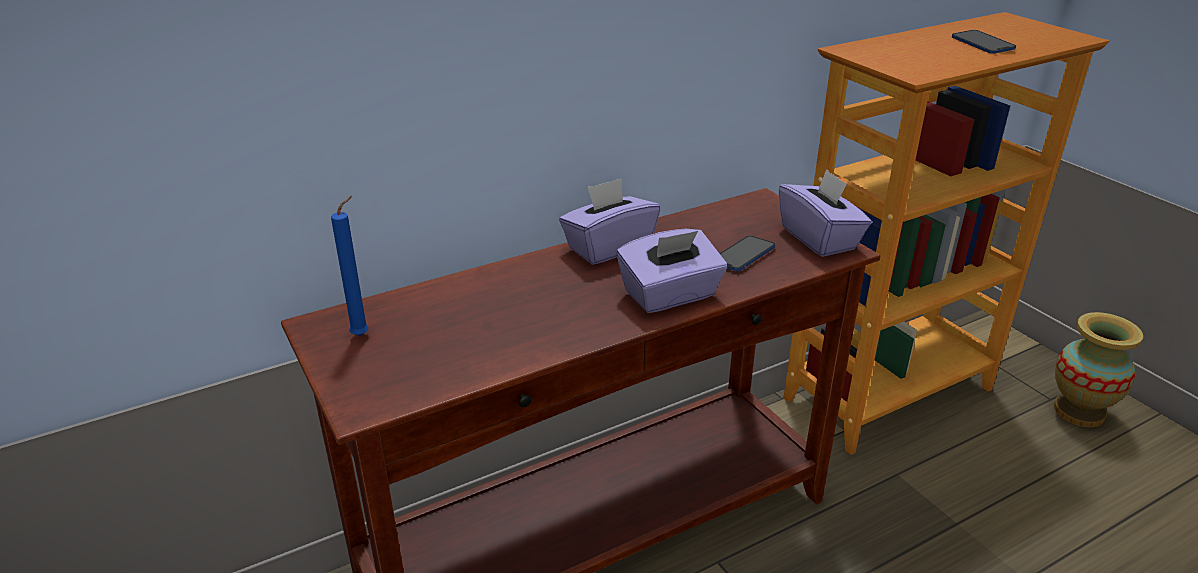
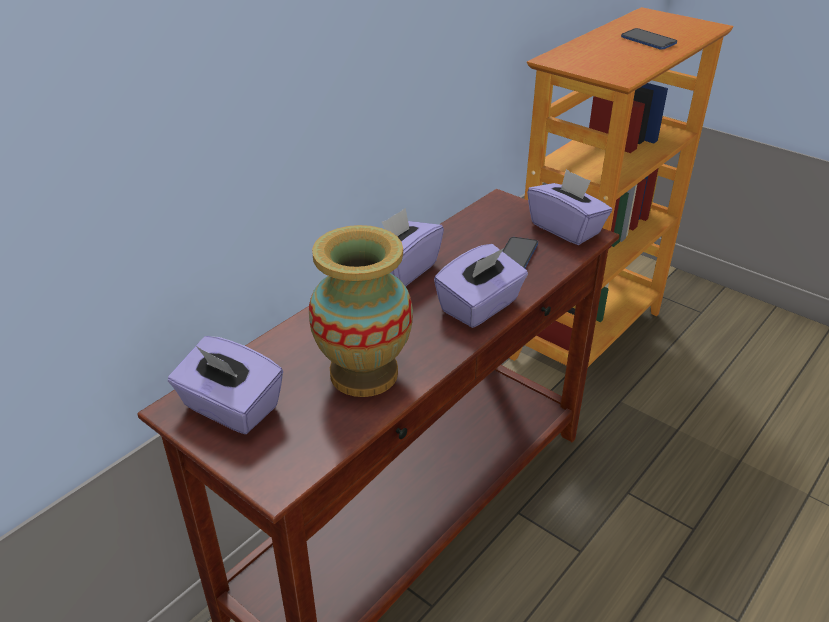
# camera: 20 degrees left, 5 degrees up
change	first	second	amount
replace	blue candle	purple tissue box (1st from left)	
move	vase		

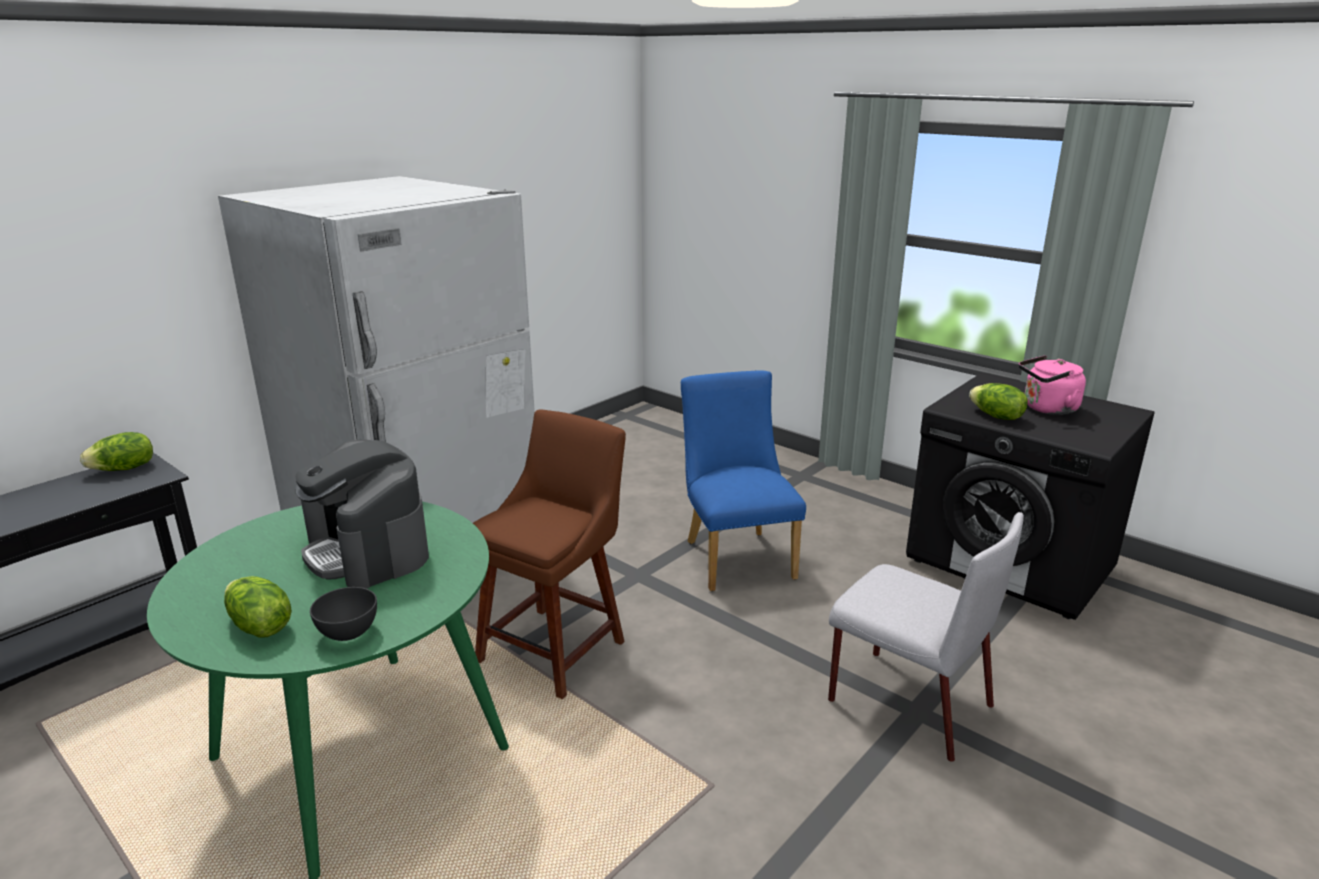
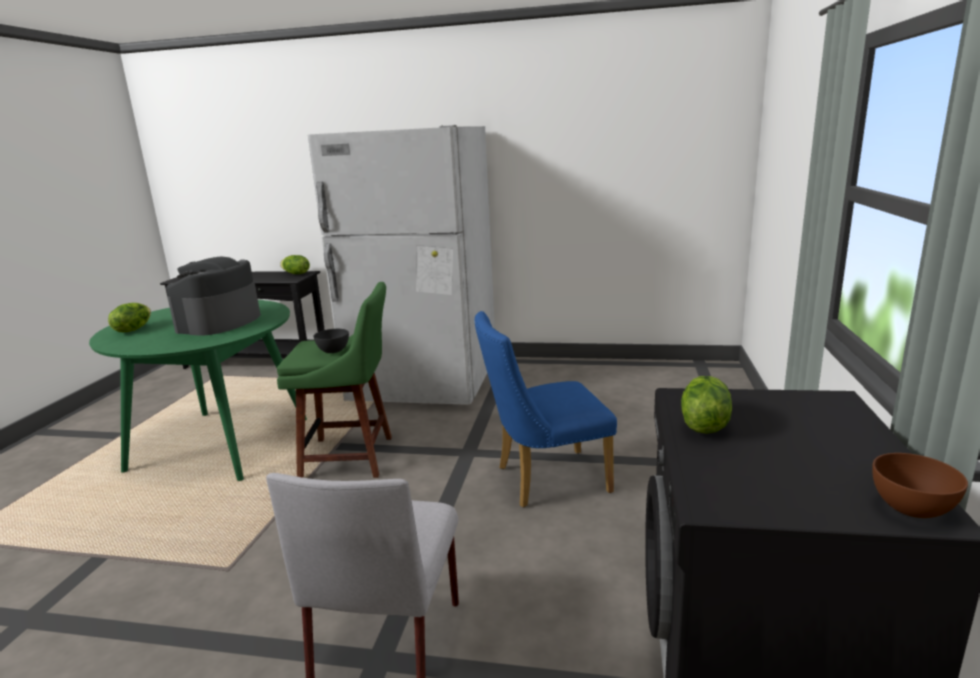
# camera: 60 degrees right, 5 degrees down
change	first	second	amount
recolor	brown stool	green stool	
move	grey bowl		
rotate	blue chair		150 degrees counterclockwise
insert		brown bowl	
delete	pink kettle		

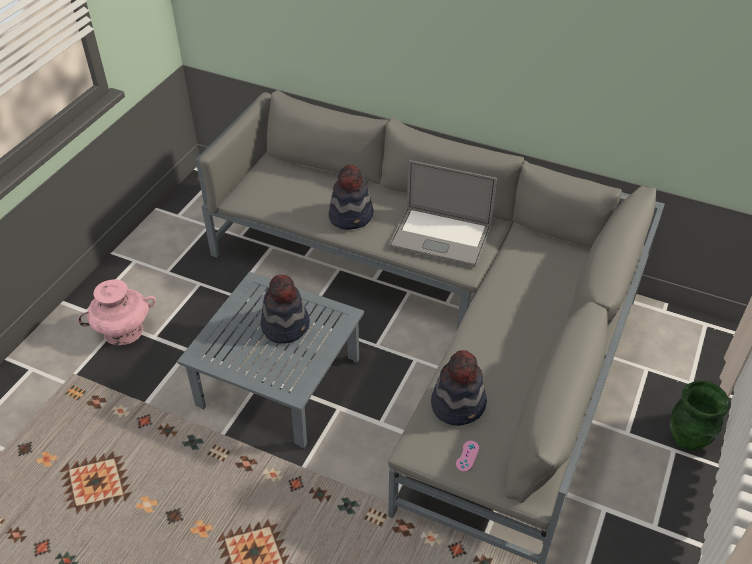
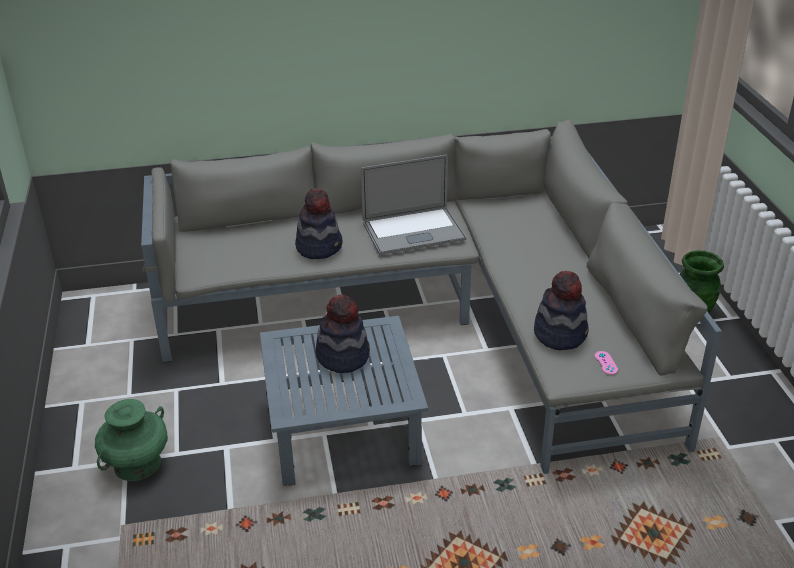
# camera: 35 degrees left, 10 degrees down
change	first	second	amount
recolor	pink vase	green vase (1st from left)	

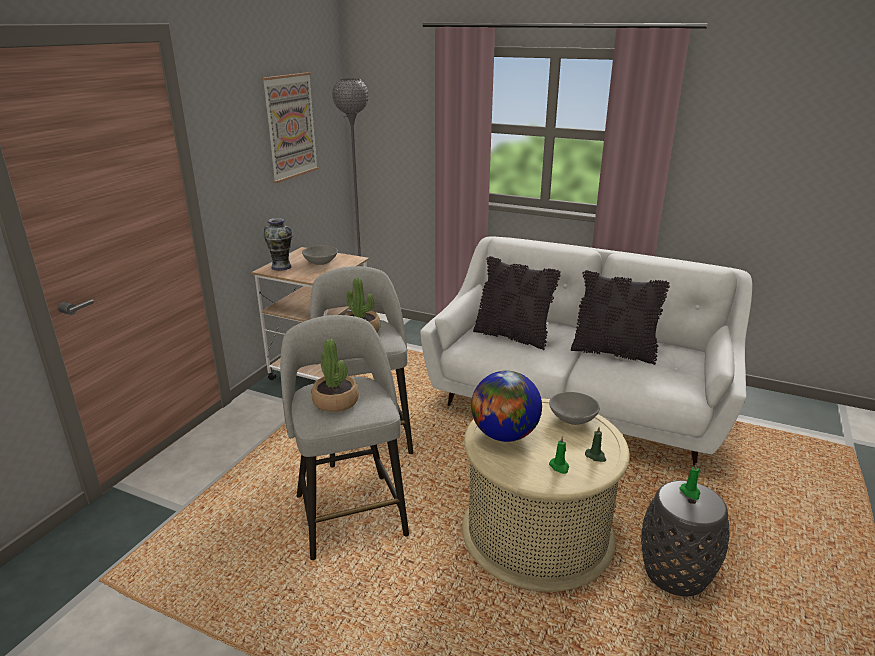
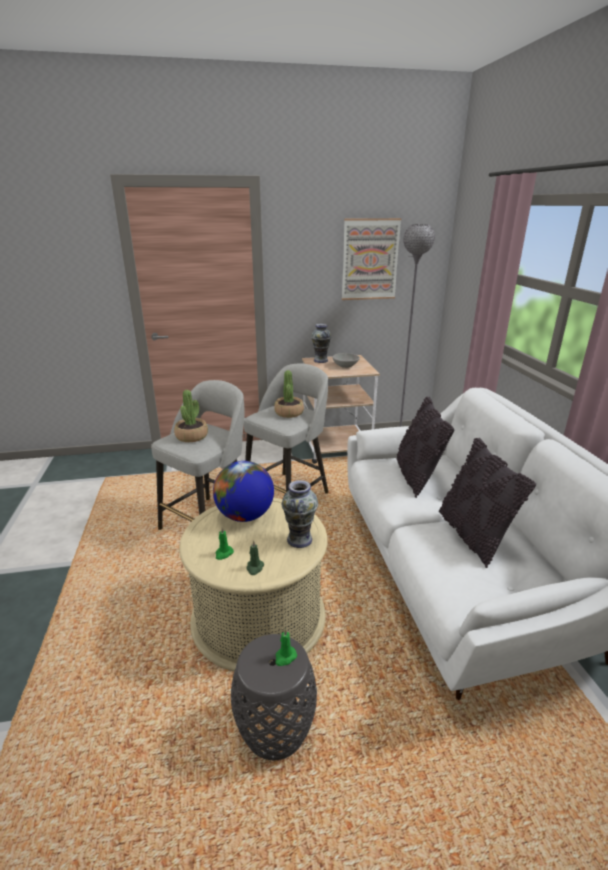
# camera: 55 degrees right, 0 degrees up
change	first	second	amount
replace	grey bowl (2nd from left)	vase (1st from left)	

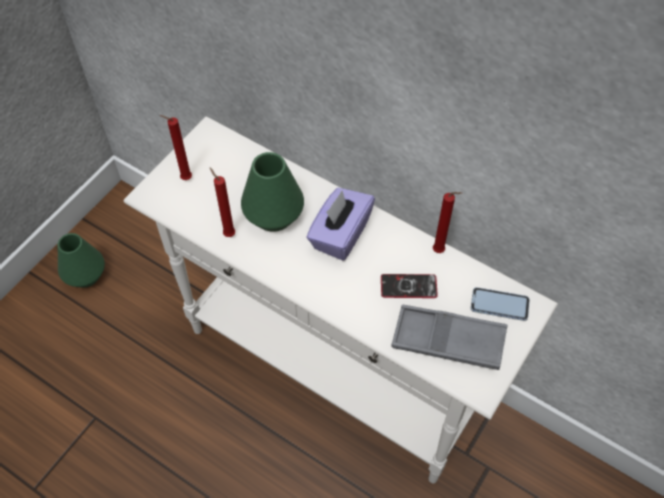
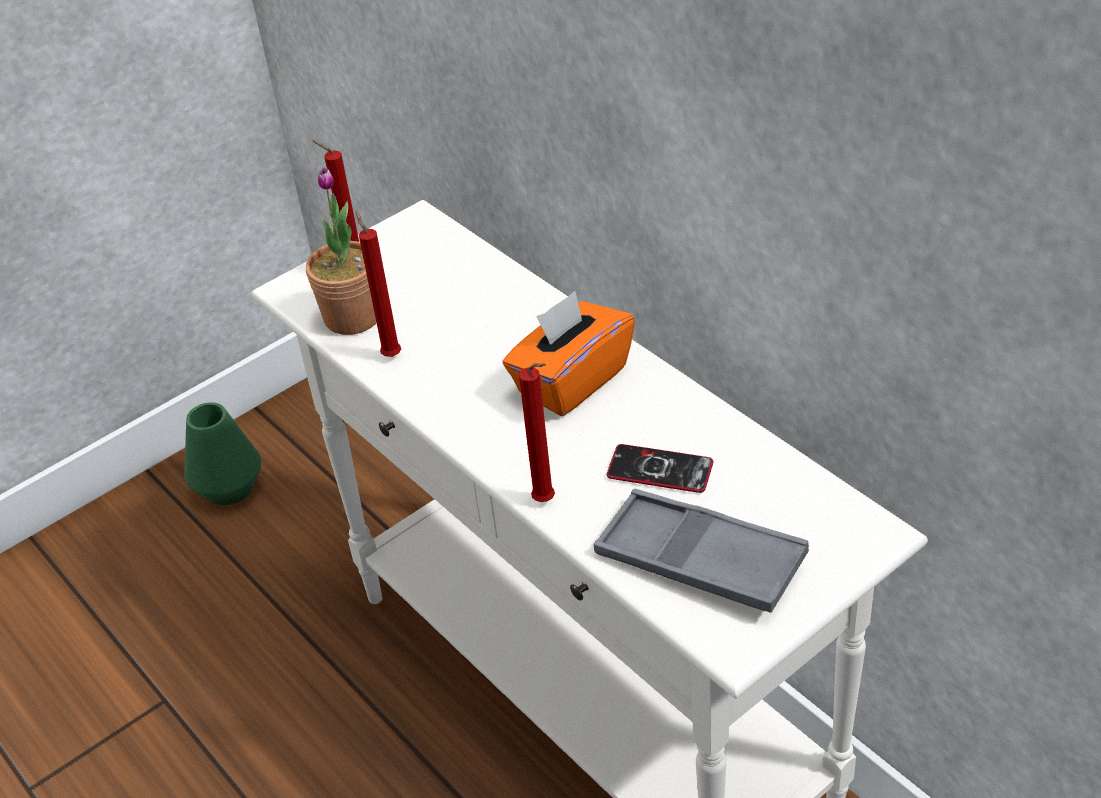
# camera: 20 degrees right, 15 degrees down
change	first	second	amount
insert		potted plant	
recolor	purple tissue box	orange tissue box	
move	red candle (3rd from left)		
delete	green vase (2nd from left)		
delete	phone (2nd from left)		

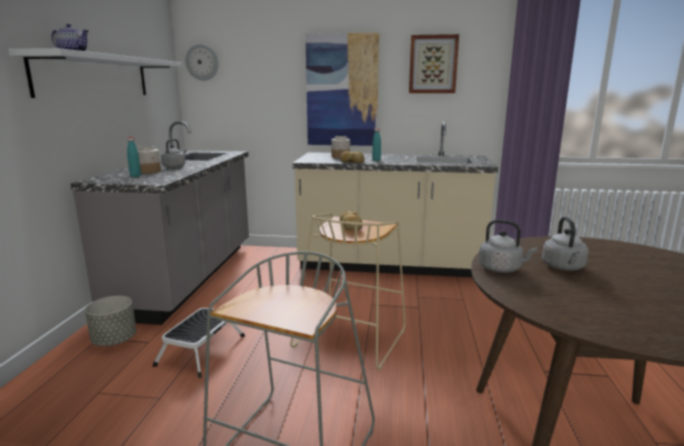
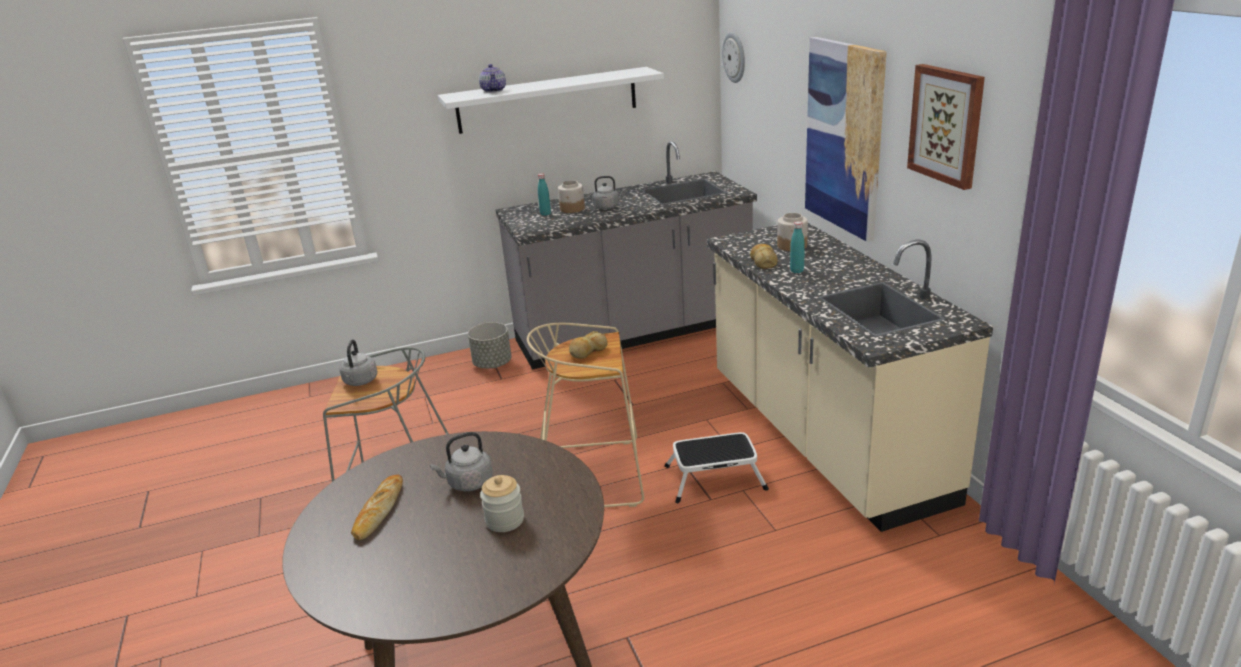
# camera: 65 degrees right, 10 degrees up
change	first	second	amount
move	grey kettle (2nd from left in the first image)	grey kettle (1st from left)	
insert		bread (1st from left)	
insert		jar (1st from left)	
move	black step ladder		

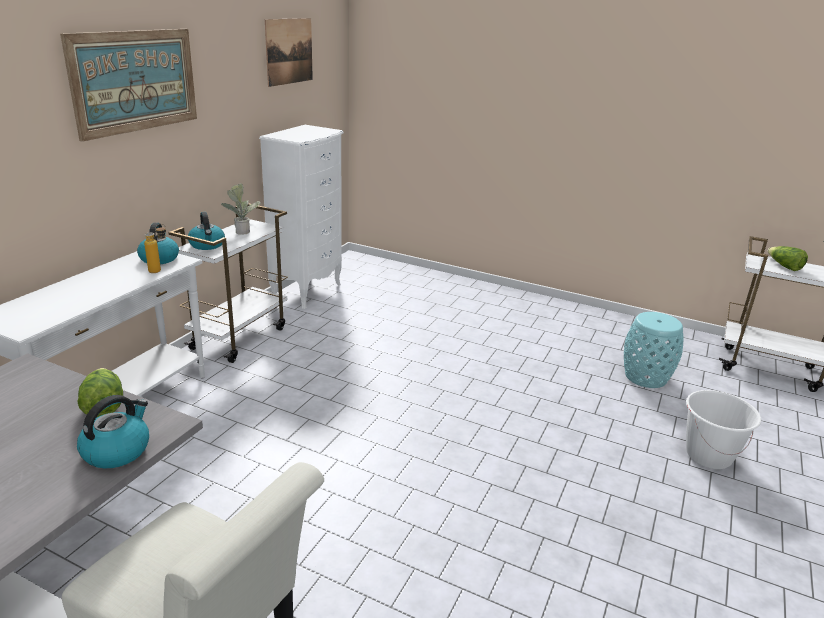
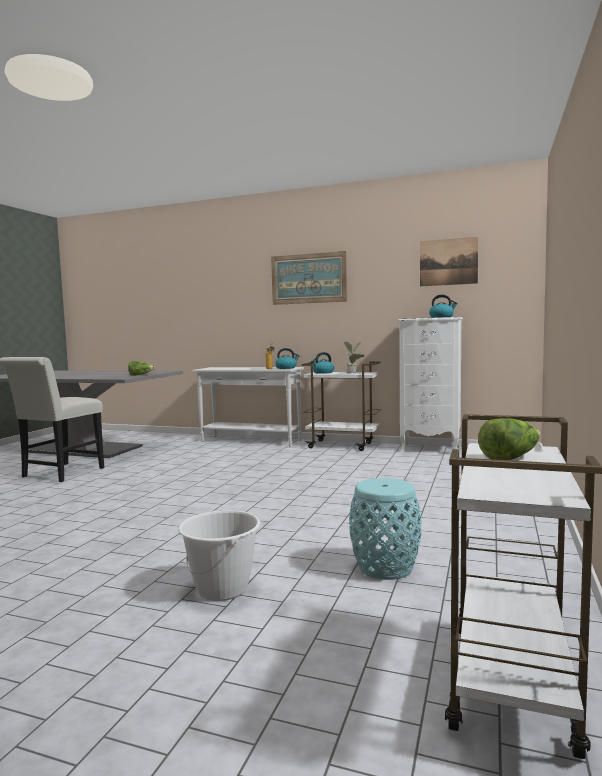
# camera: 85 degrees right, 20 degrees down
change	first	second	amount
move	kettle (1st from left in the first image)	kettle (3rd from left)	

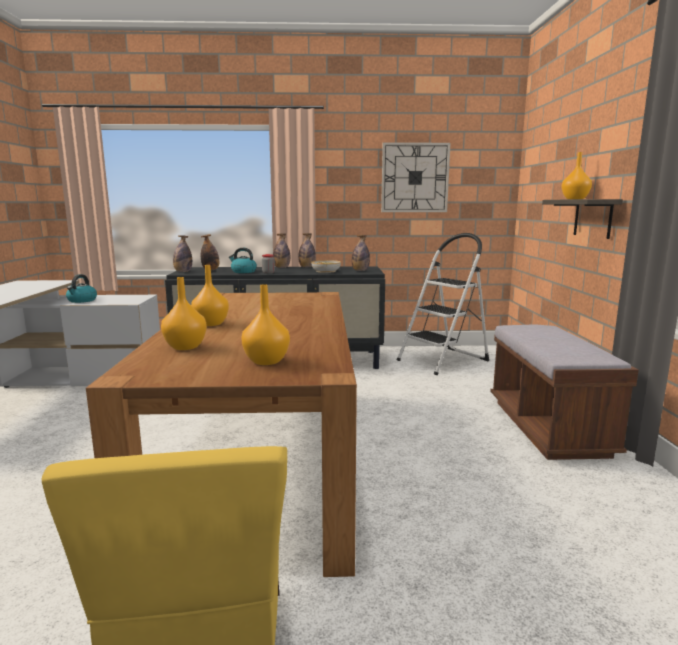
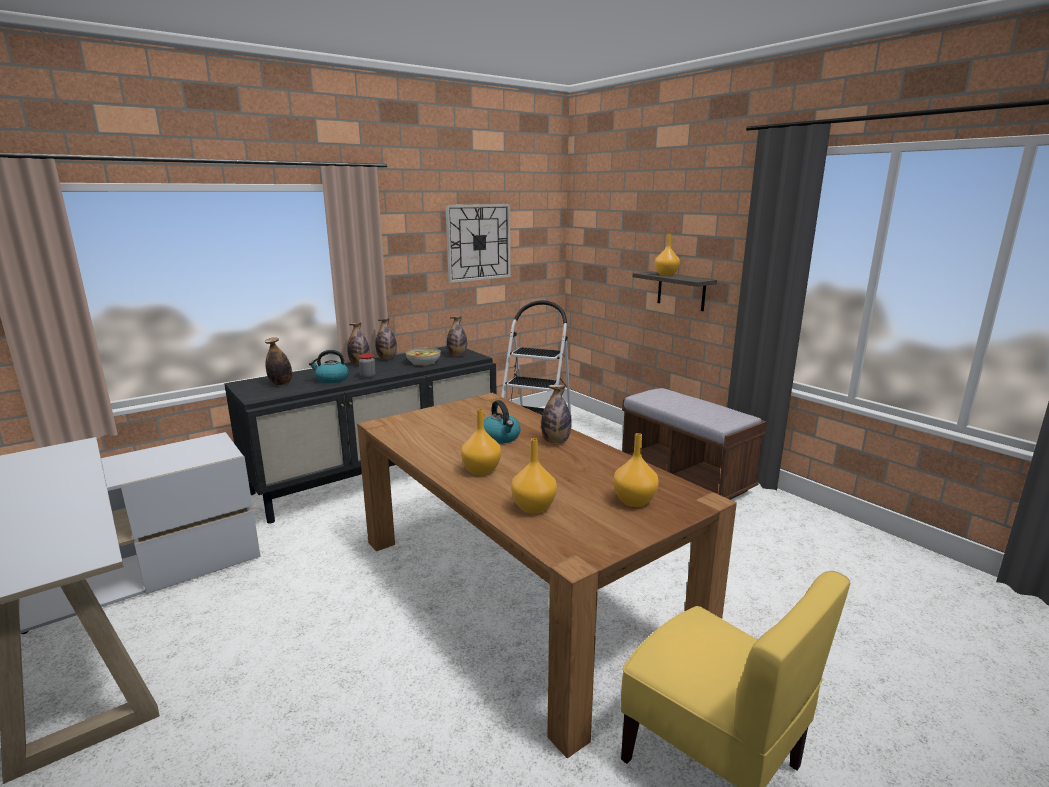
# camera: 35 degrees left, 5 degrees up
change	first	second	amount
move	kettle (1st from left in the first image)	kettle (2nd from left)	
move	bottle (1st from left in the first image)	bottle (5th from left)	

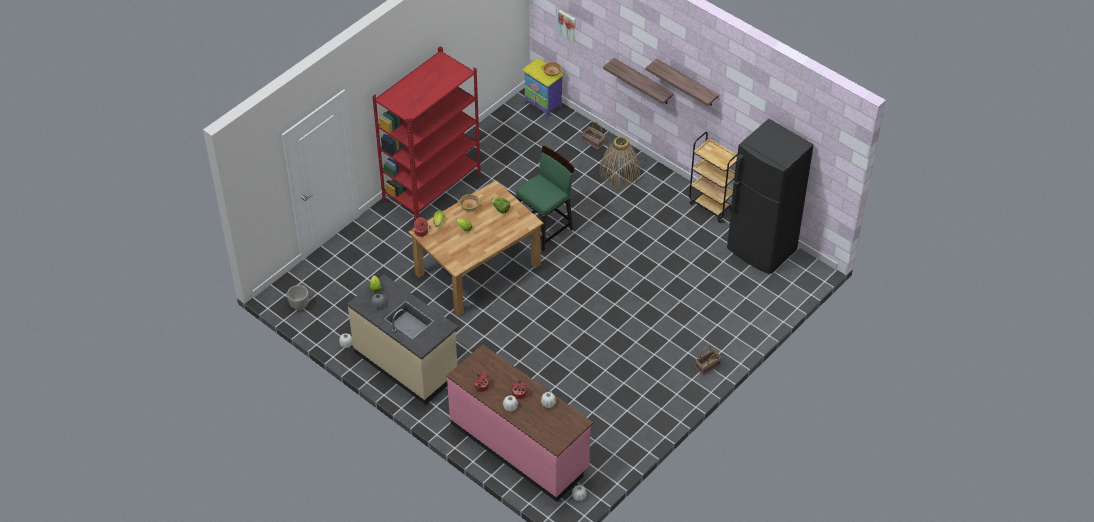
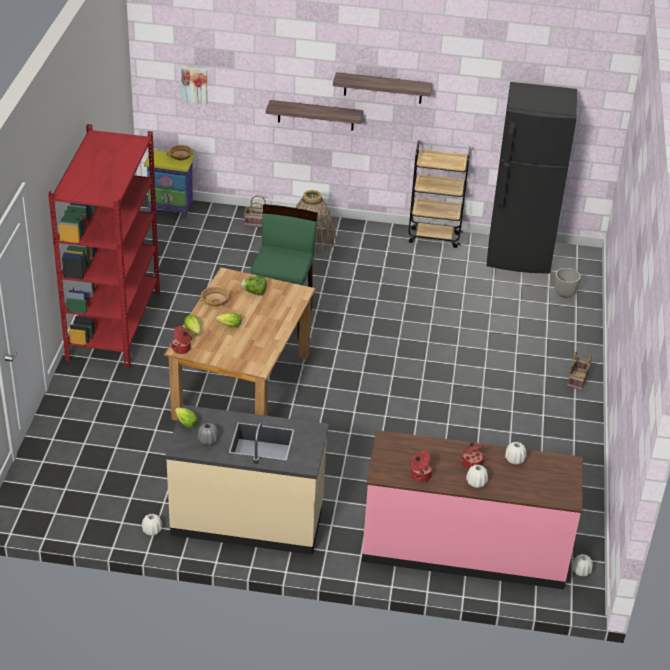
# camera: 35 degrees left, 10 degrees down
change	first	second	amount
move	grey planter		

